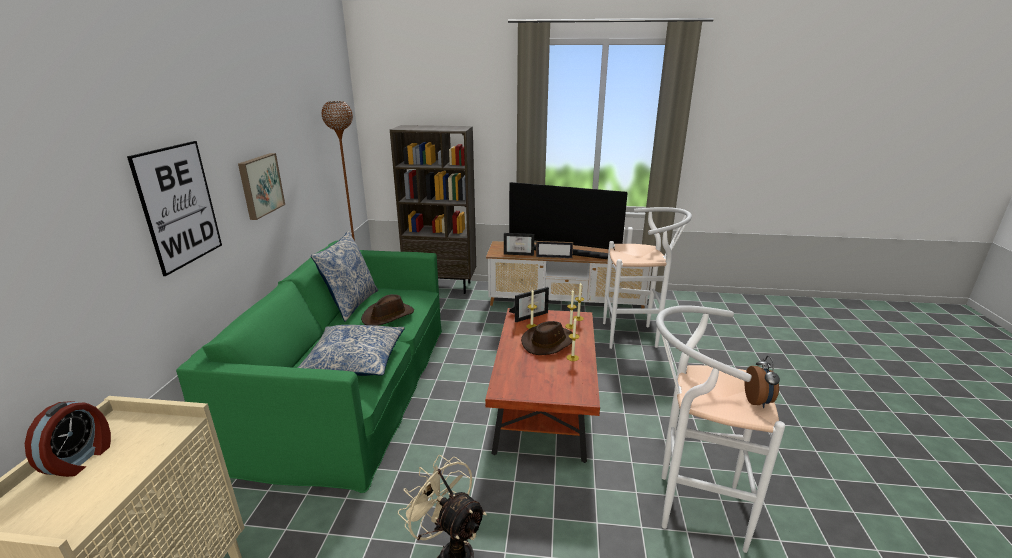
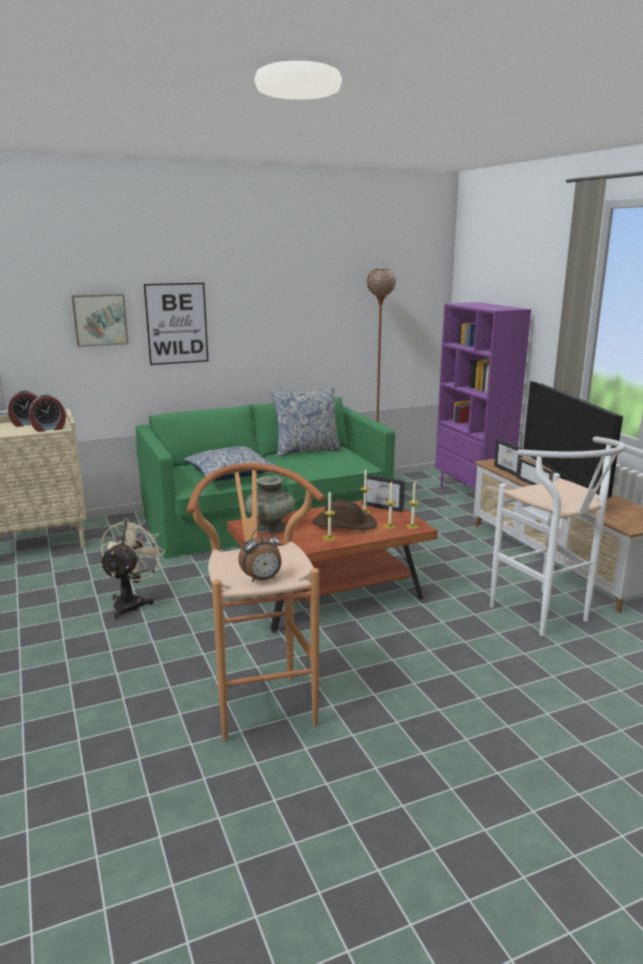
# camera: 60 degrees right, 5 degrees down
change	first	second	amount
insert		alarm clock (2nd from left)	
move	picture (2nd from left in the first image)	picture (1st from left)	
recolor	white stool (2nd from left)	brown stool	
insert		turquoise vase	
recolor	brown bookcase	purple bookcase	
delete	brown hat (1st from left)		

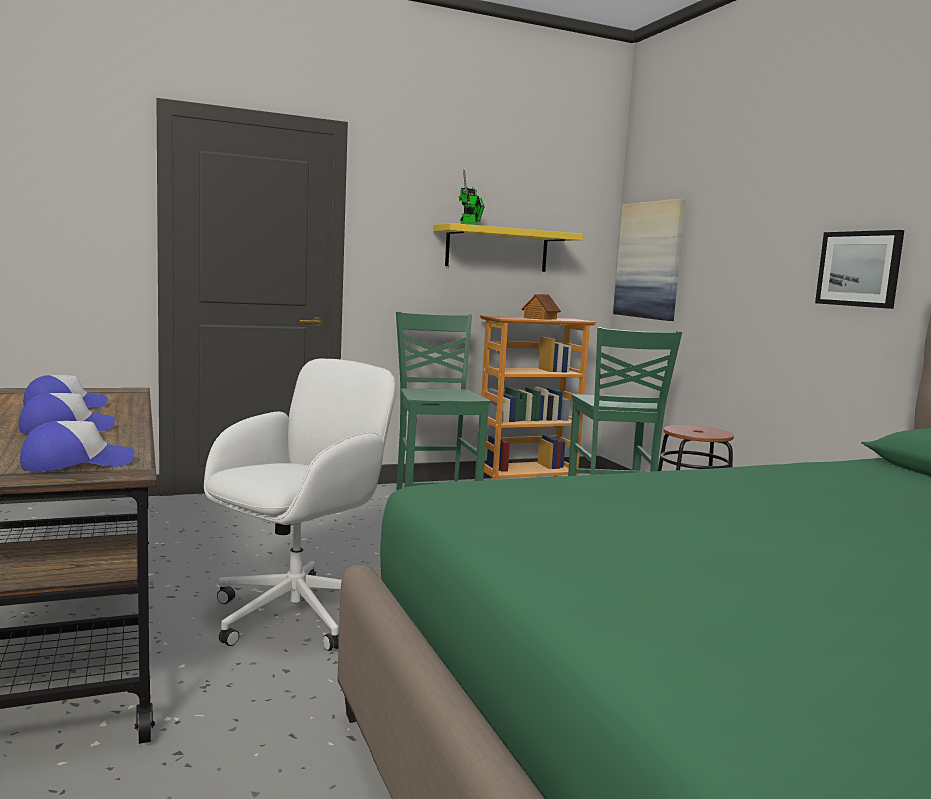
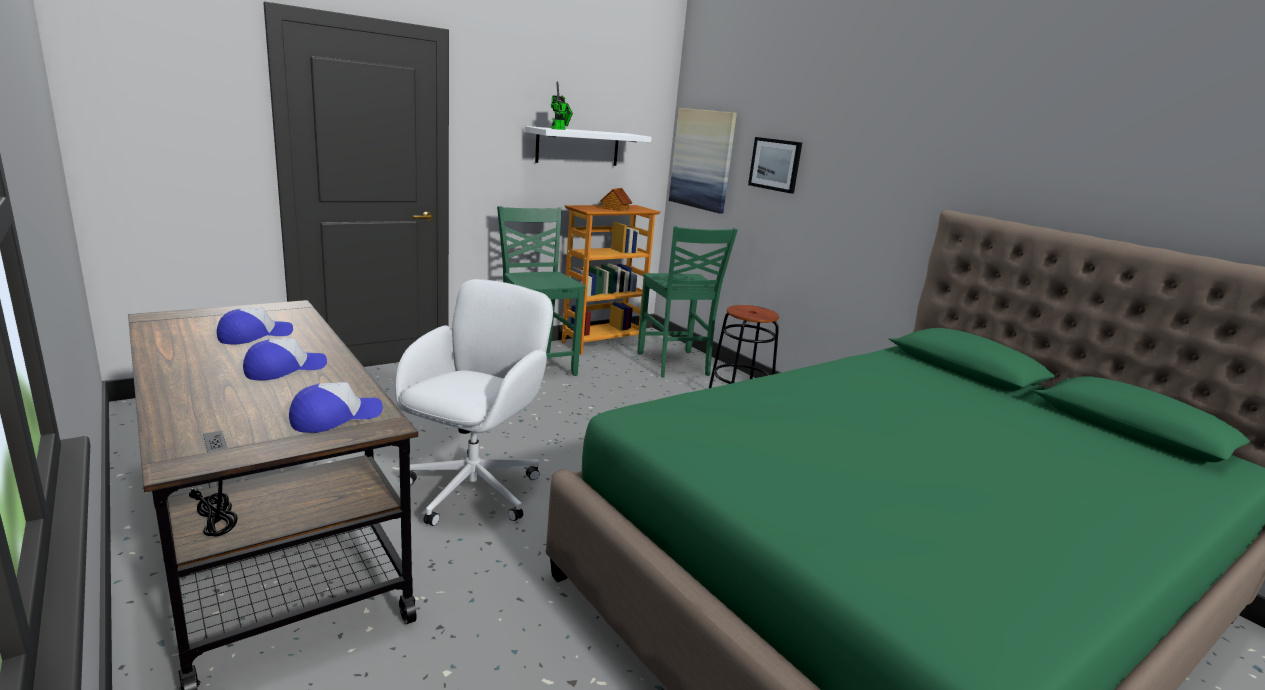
# camera: 15 degrees left, 10 degrees up
change	first	second	amount
recolor	yellow shelf	white shelf	
move	picture (2nd from left)		

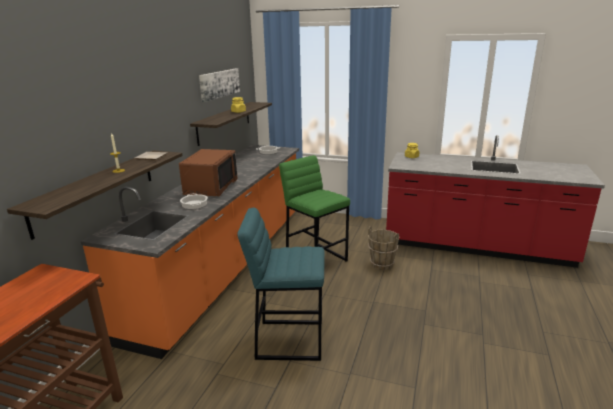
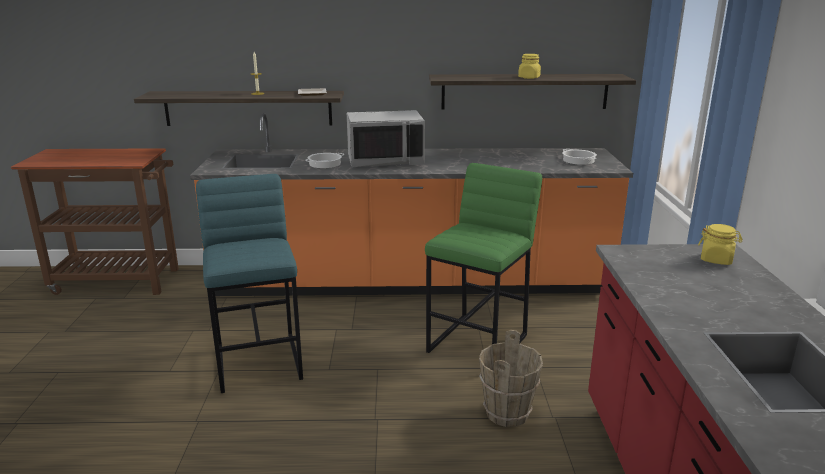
# camera: 70 degrees right, 0 degrees up
change	first	second	amount
recolor	brown microwave	grey microwave	
delete	picture		

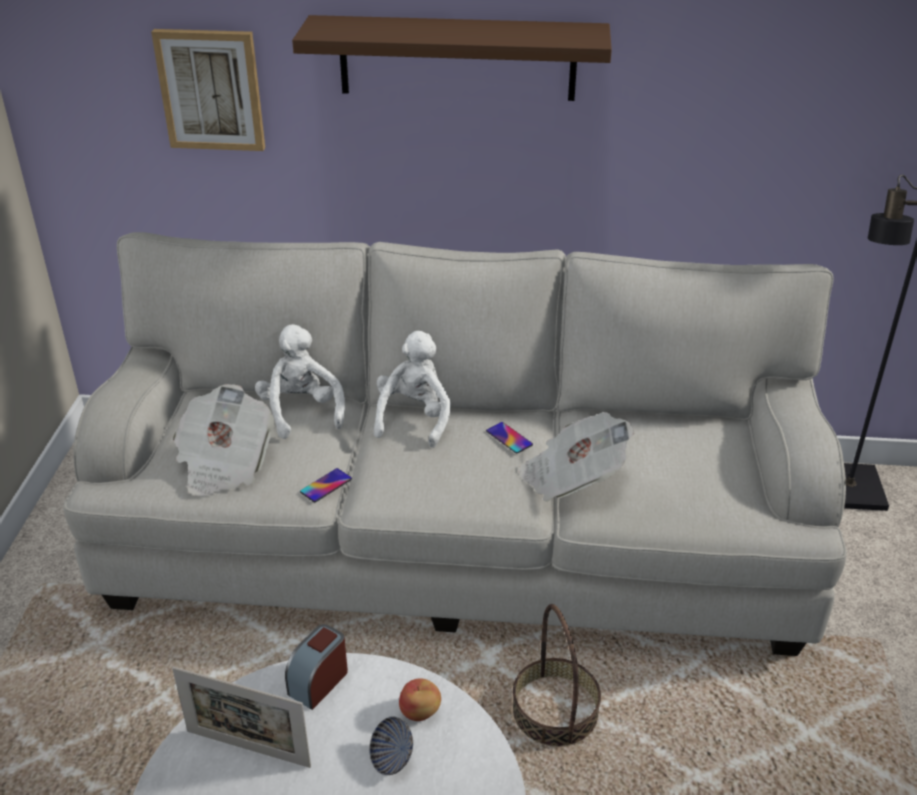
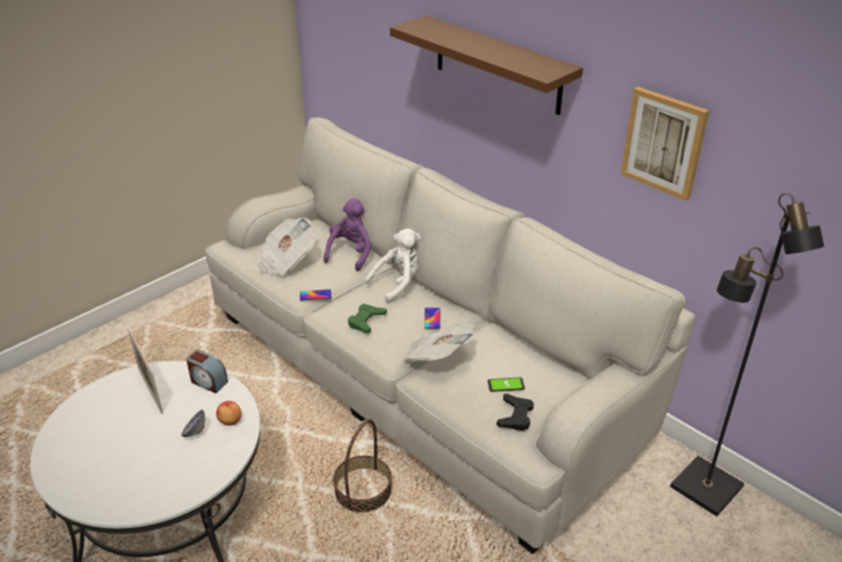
# camera: 40 degrees right, 0 degrees up
change	first	second	amount
rotate	alarm clock		135 degrees counterclockwise
recolor	white plush toy (1st from left)	purple plush toy	
insert		green game controller	
insert		phone (3rd from left)	
insert		black game controller	
move	picture		

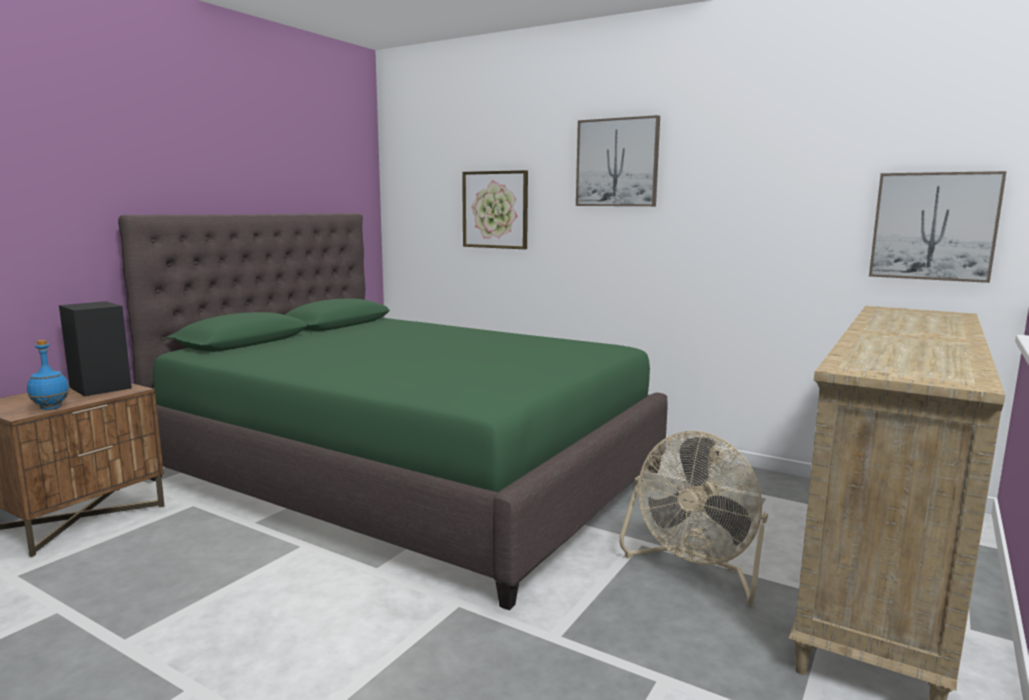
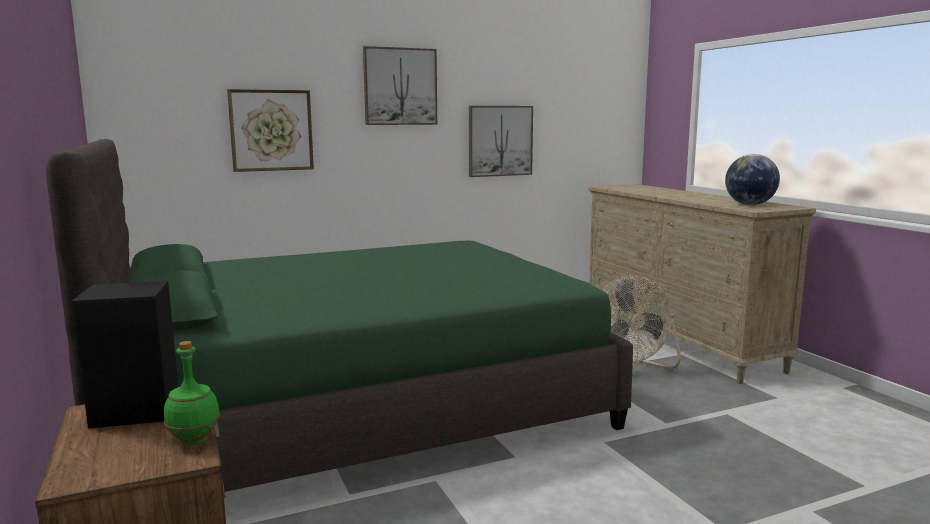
# camera: 55 degrees left, 0 degrees up
change	first	second	amount
recolor	blue bottle	green bottle	
move	picture (3rd from left)		
insert		globe	

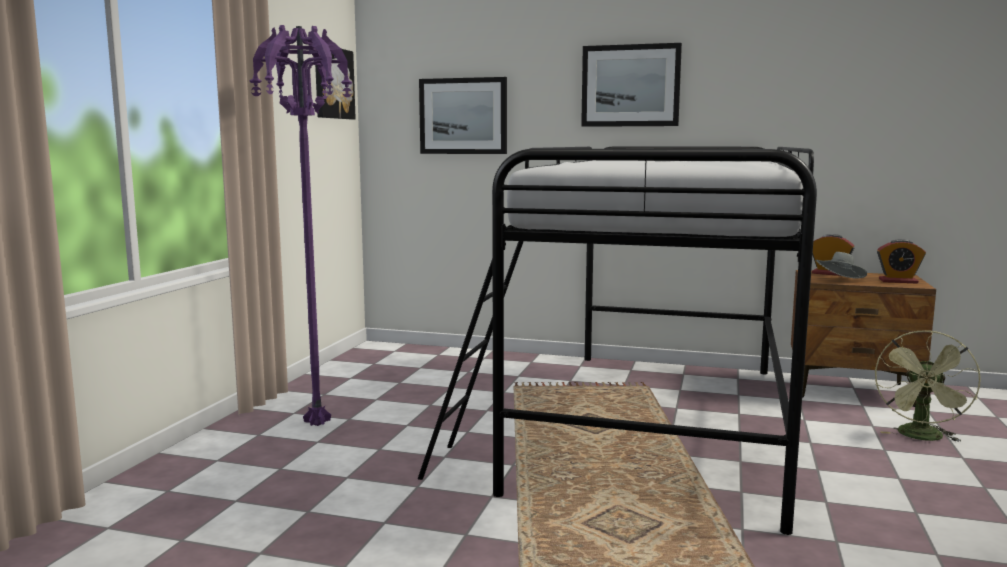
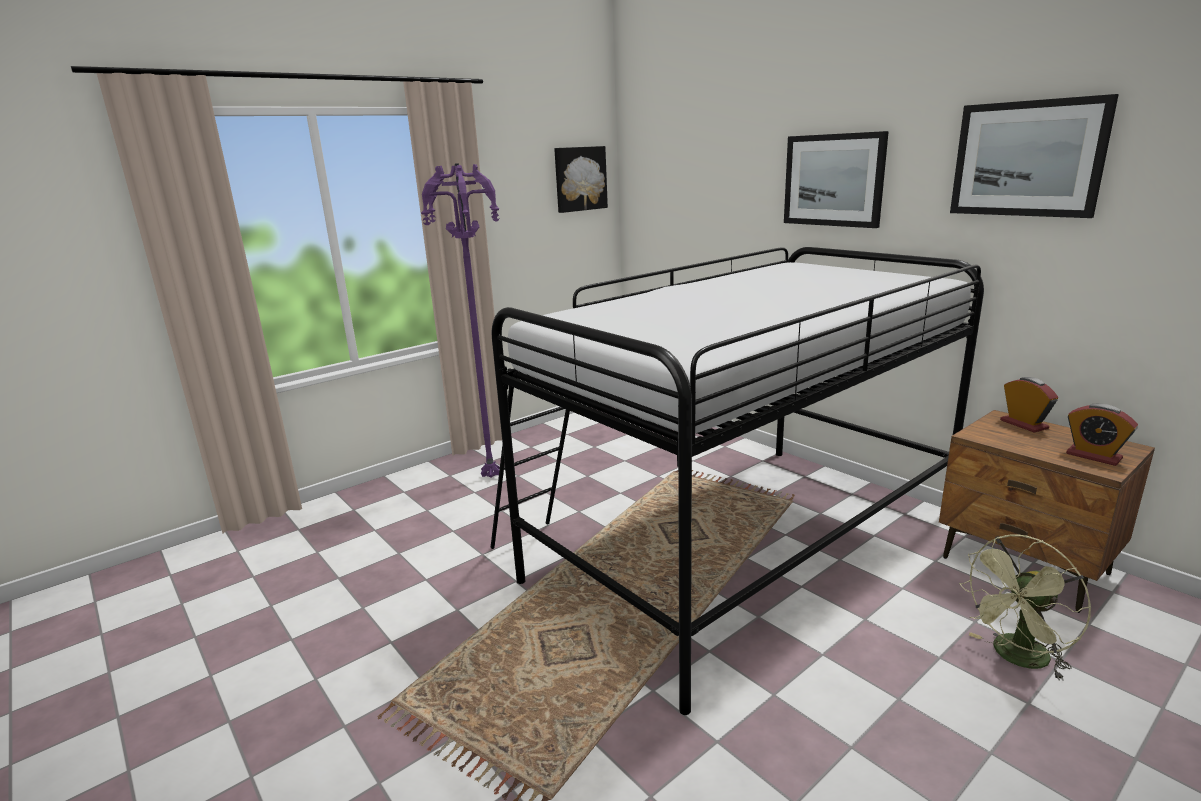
# camera: 35 degrees right, 10 degrees up
change	first	second	amount
move	picture (2nd from left in the first image)	picture (3rd from left)	
delete	grey hat		

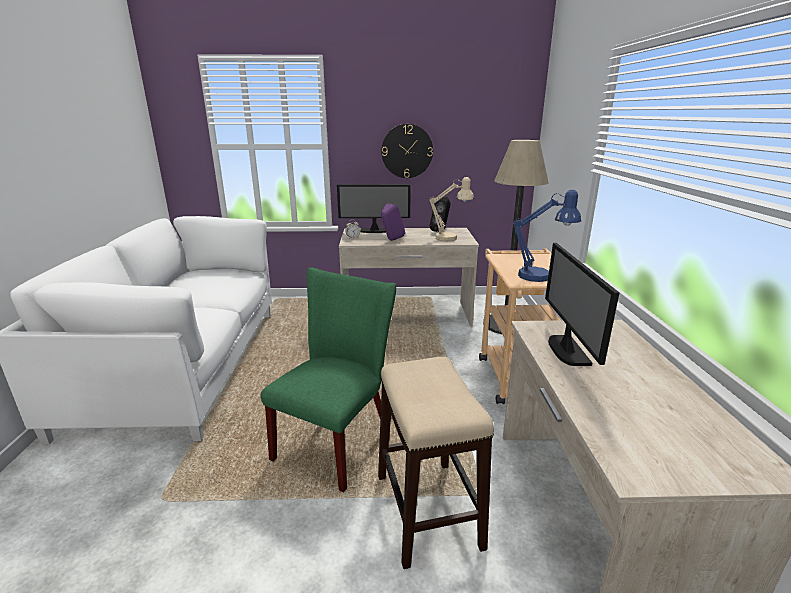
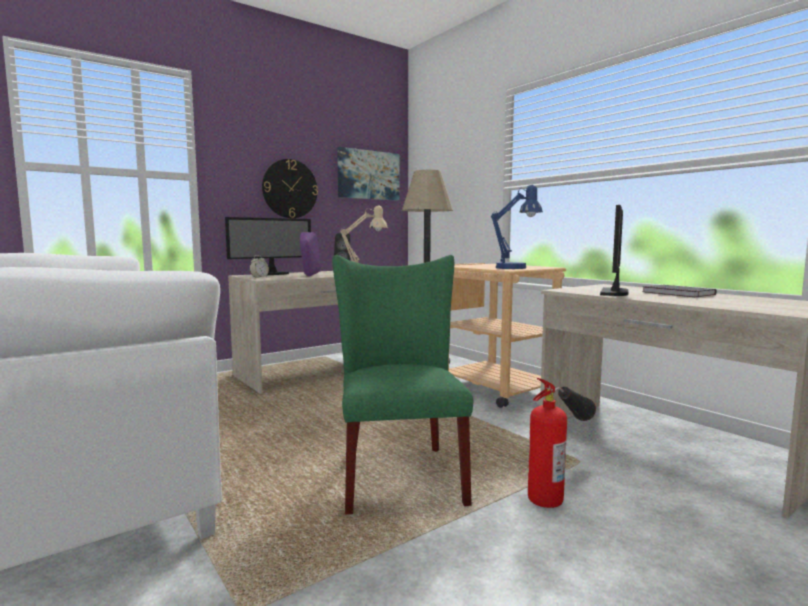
# camera: 35 degrees left, 15 degrees down
change	first	second	amount
insert		picture	
replace	stool	fire extinguisher	
rotate	monitor (2nd from left)		120 degrees counterclockwise
insert		black book	

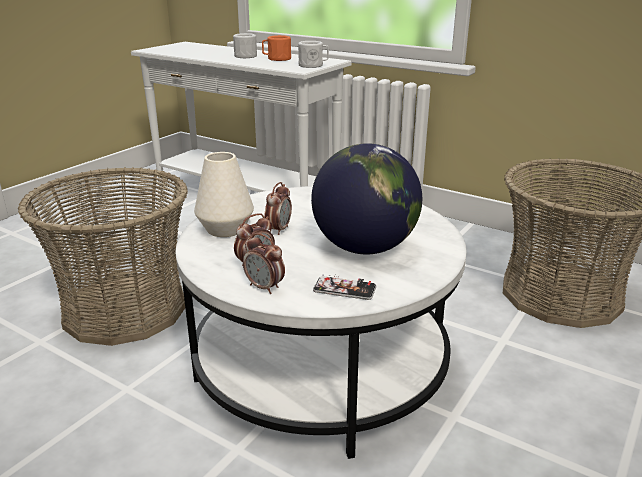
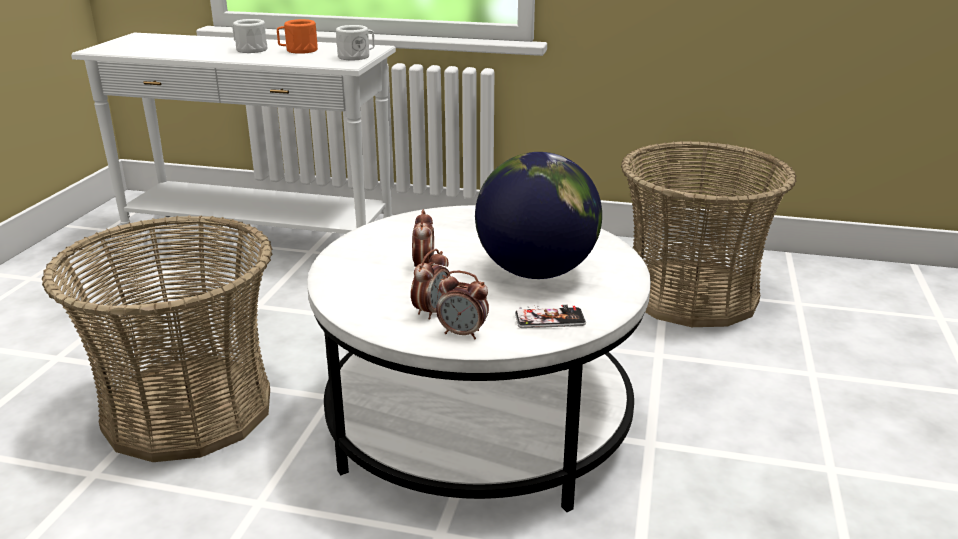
# camera: 20 degrees left, 0 degrees up
change	first	second	amount
delete	white vase		

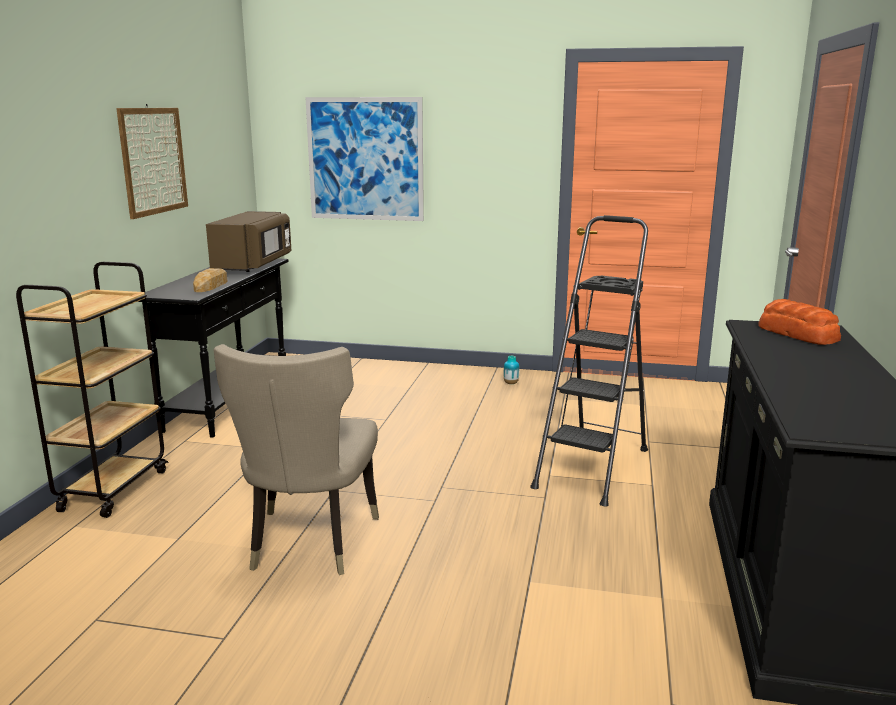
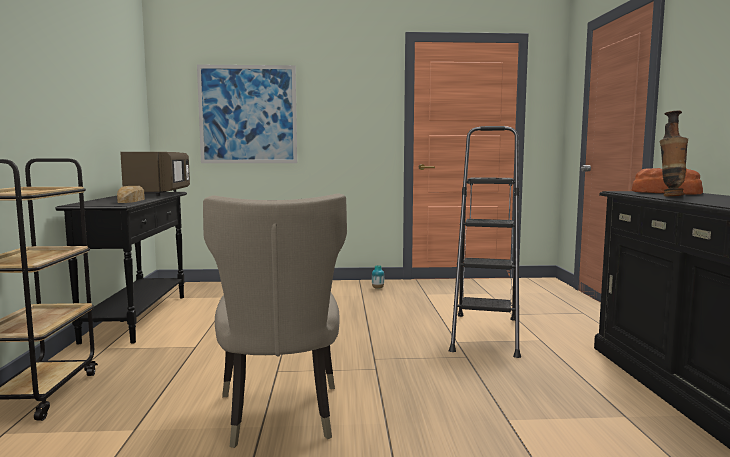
# camera: 15 degrees left, 10 degrees down
change	first	second	amount
insert		vase (2nd from left)	
delete	picture (1st from left)		

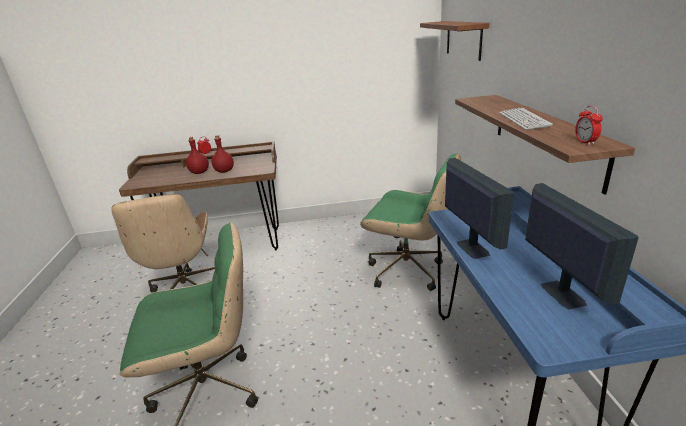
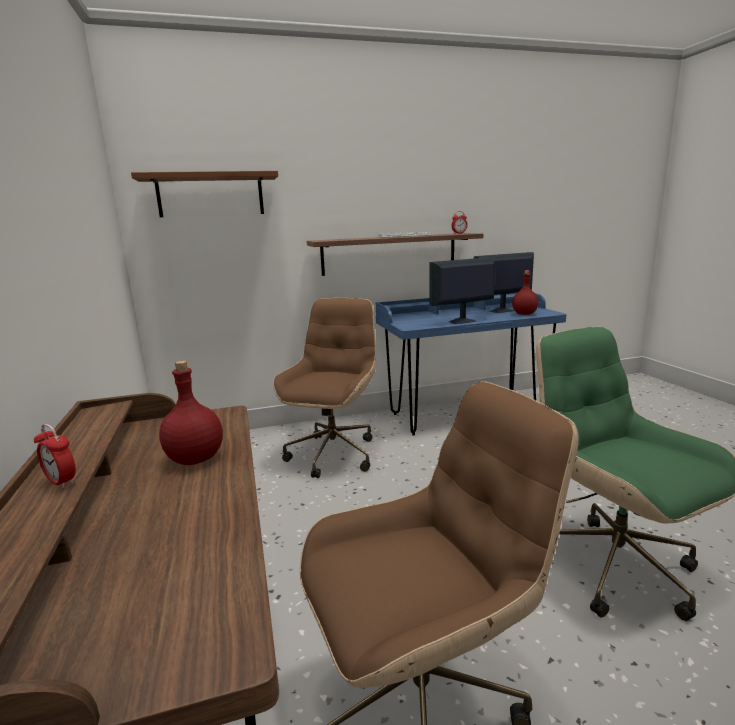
# camera: 100 degrees left, 10 degrees down
change	first	second	amount
recolor	green office chair (2nd from left)	brown office chair (1st from left)	
move	red bottle (1st from left in the first image)	red bottle (2nd from left)	

